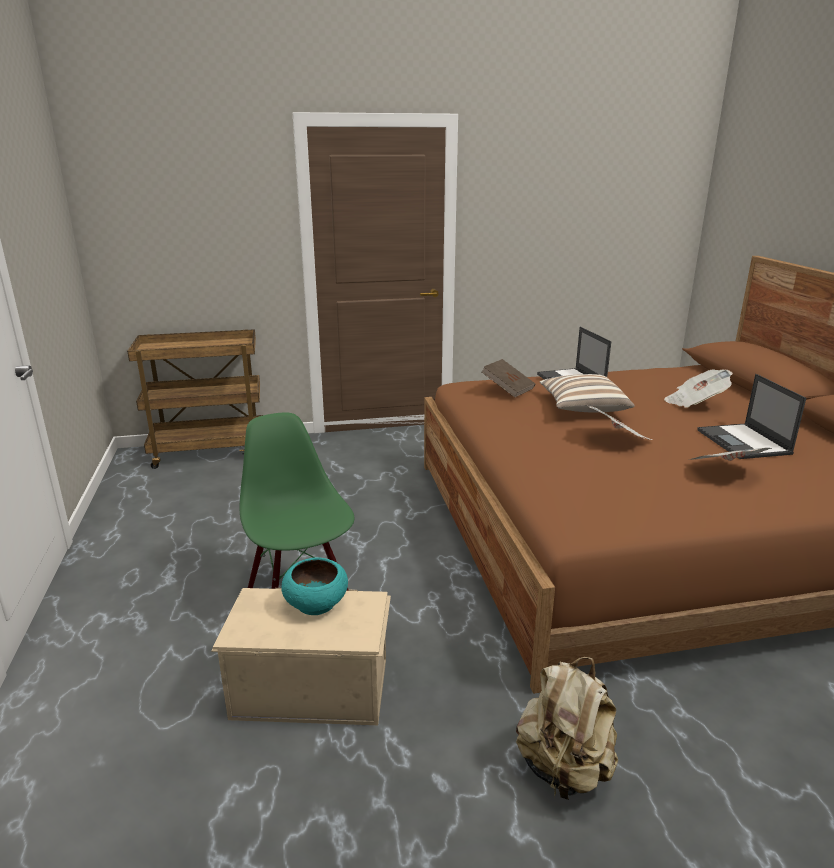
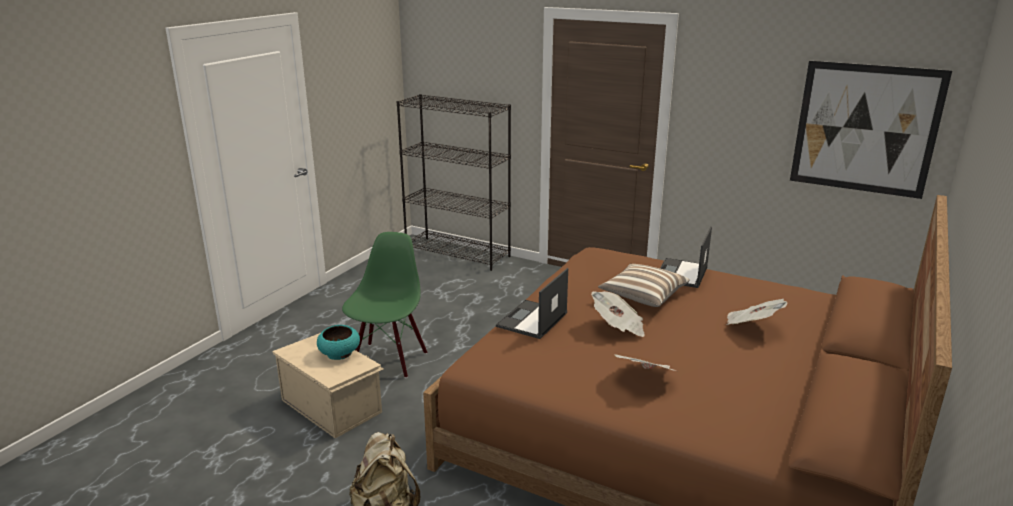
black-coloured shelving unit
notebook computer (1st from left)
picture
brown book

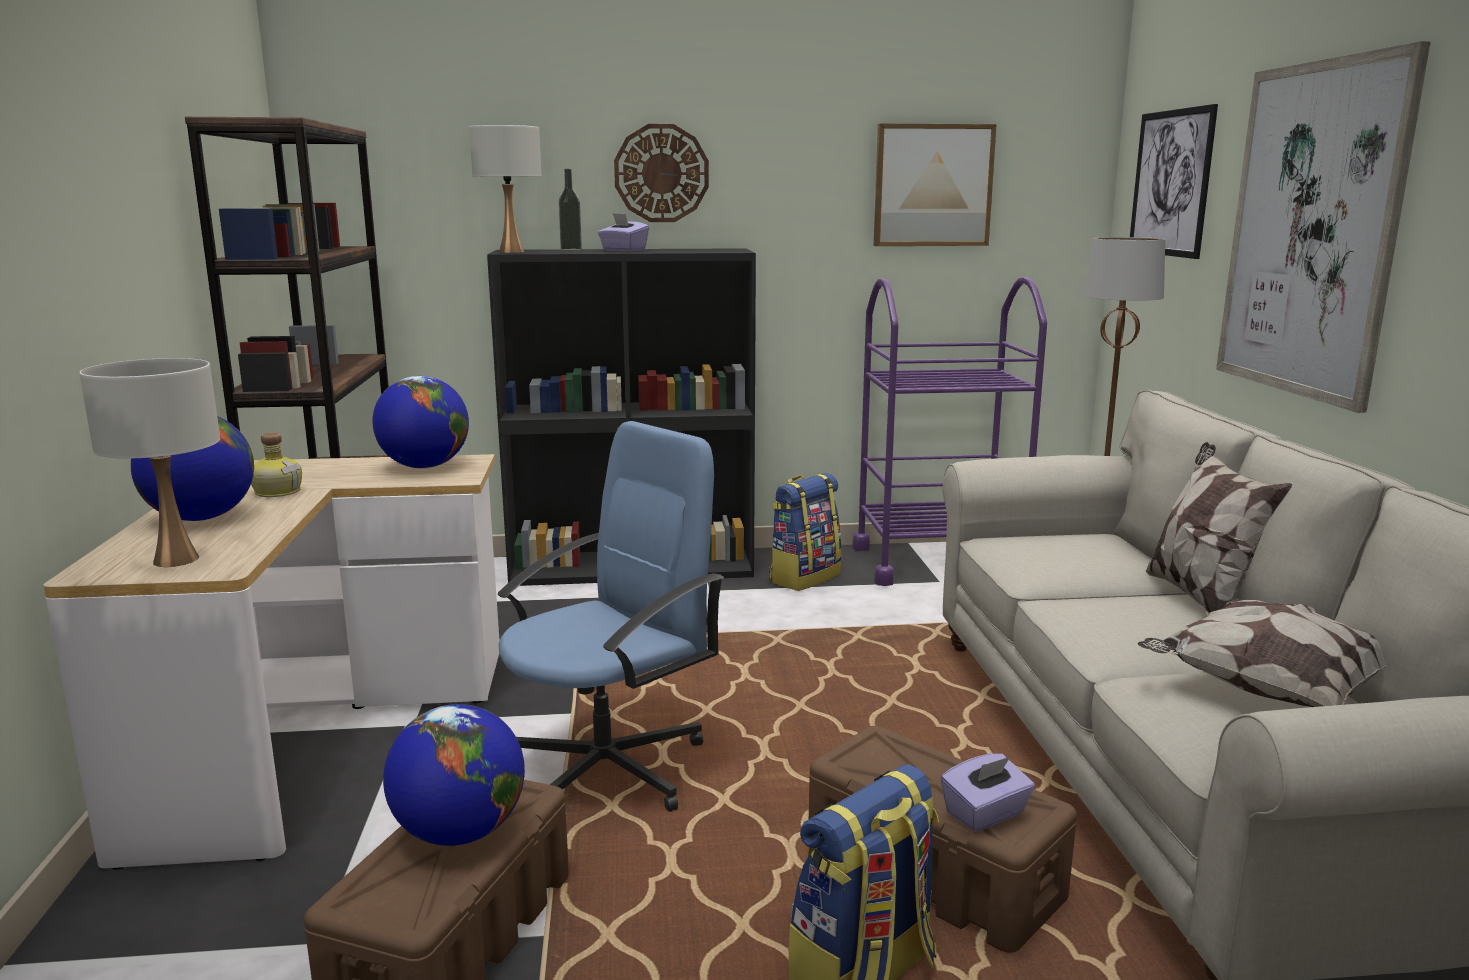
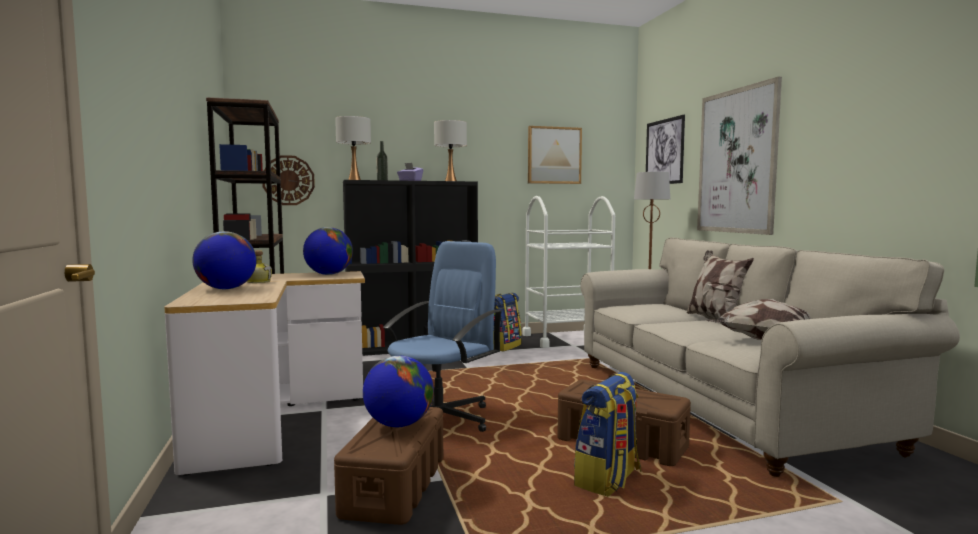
hanging clock
white tabletop lamp (2nd from left)
white cart
purplish tissue holder (2nd from left in the first image)

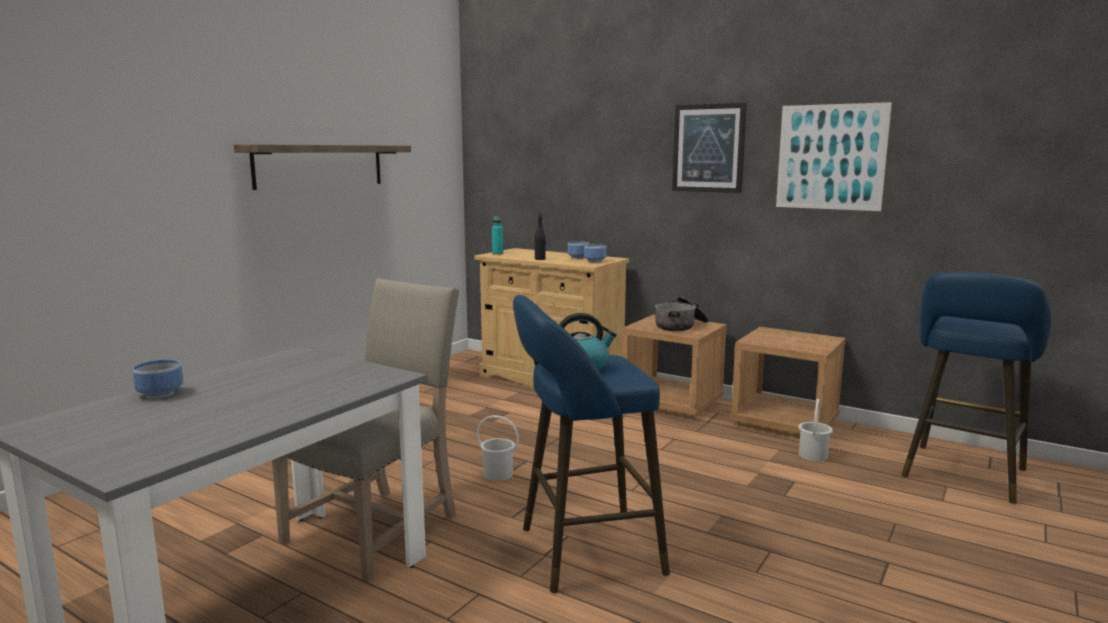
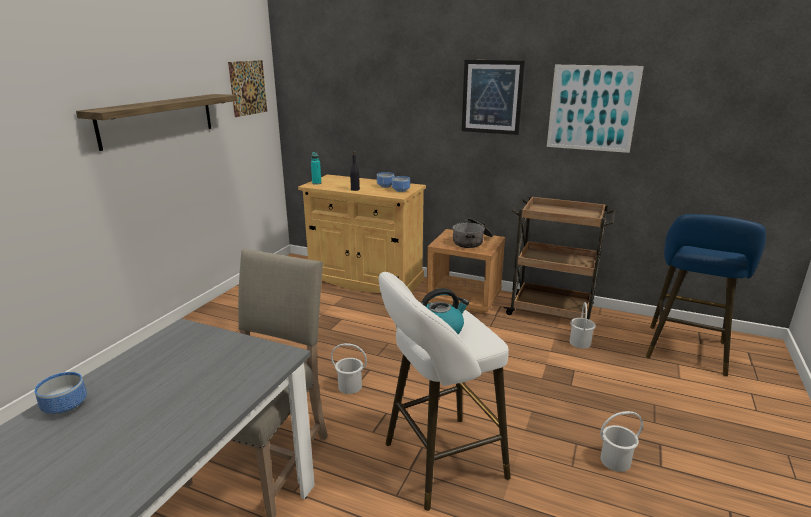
picture (1st from left)
white sitting stool
brown cart
white pail (3rd from left)

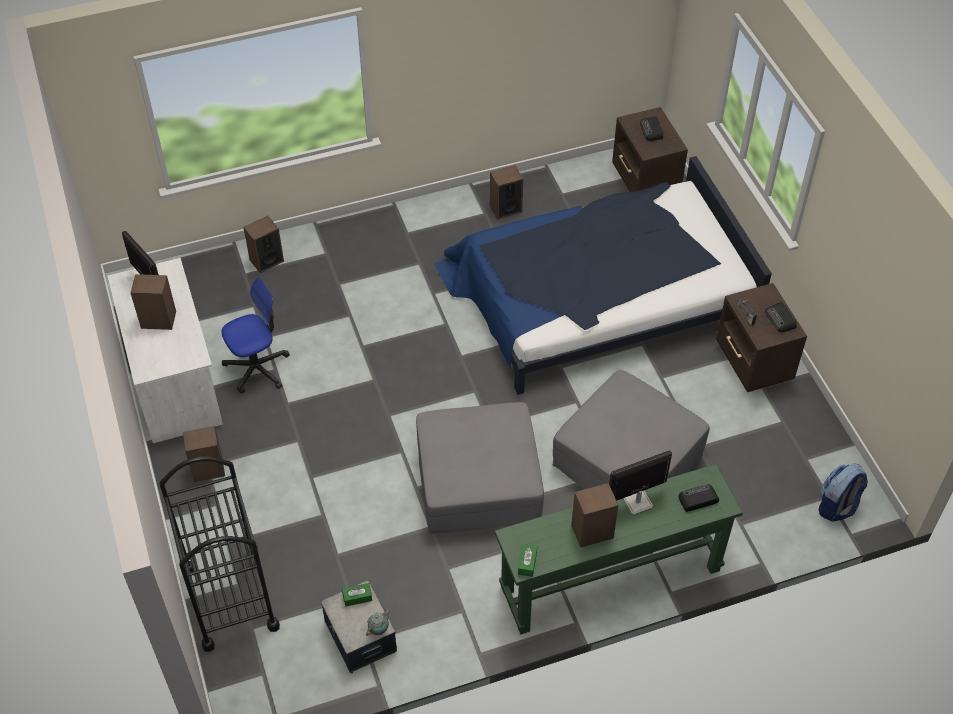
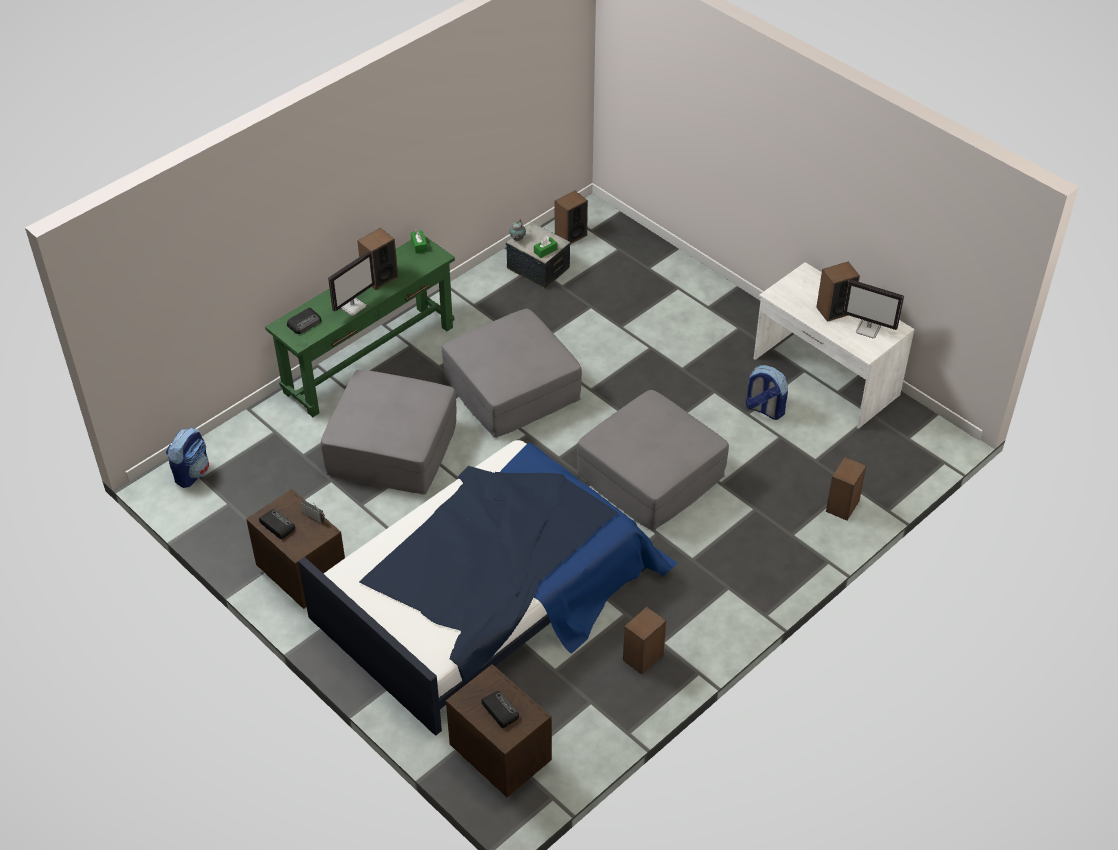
audio speaker (2nd from left)
greyish ottoman (3rd from left)
knapsack (2nd from left)
black-coloured cart

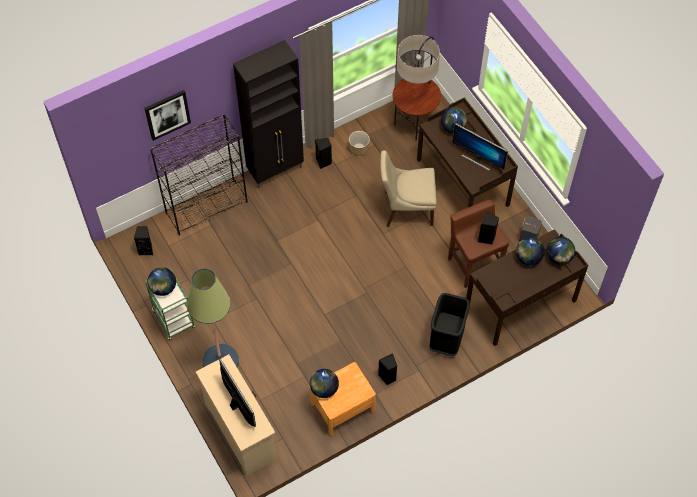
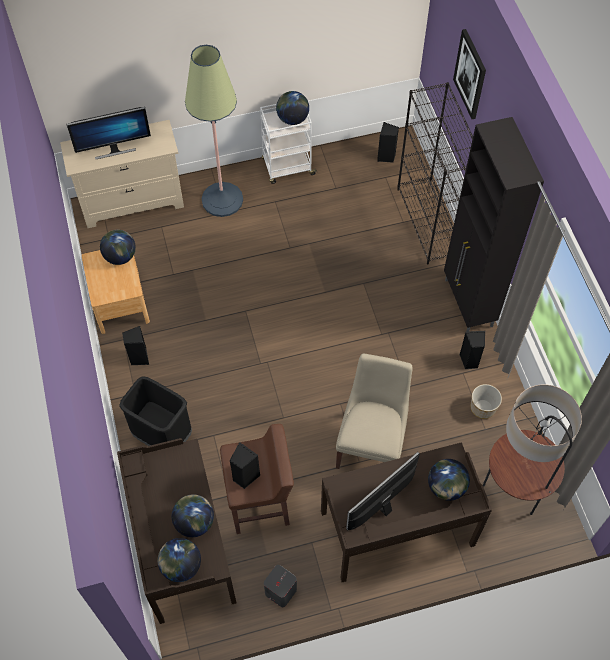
white cart

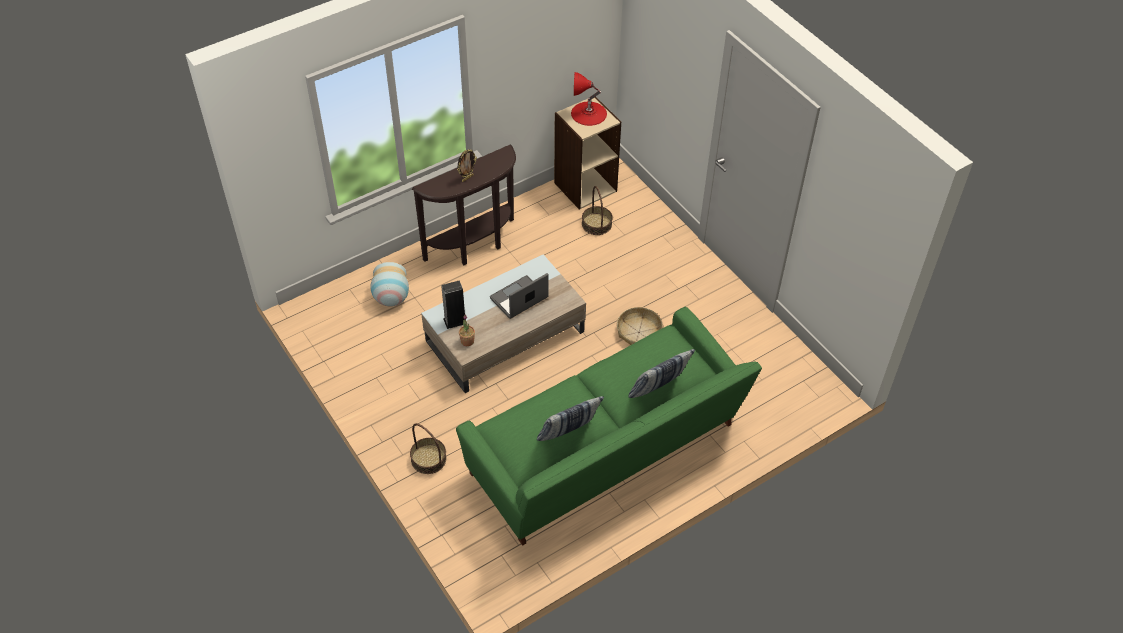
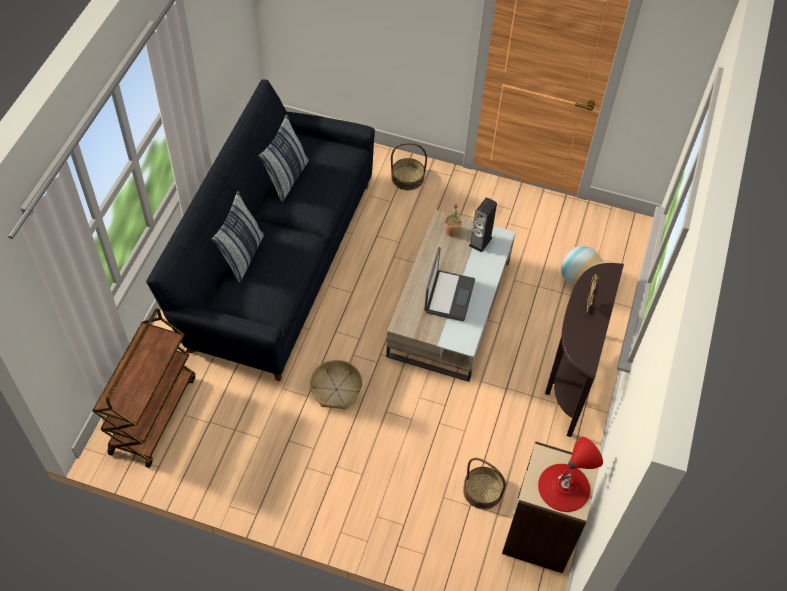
brown cart
black-coloured settee

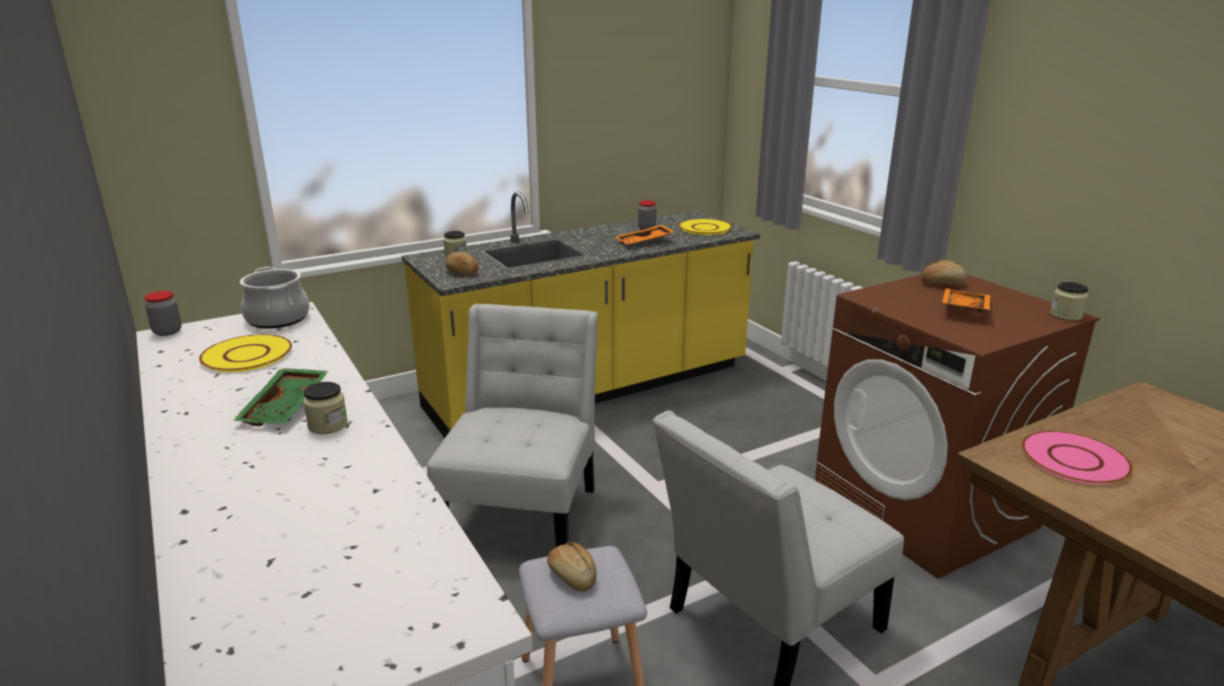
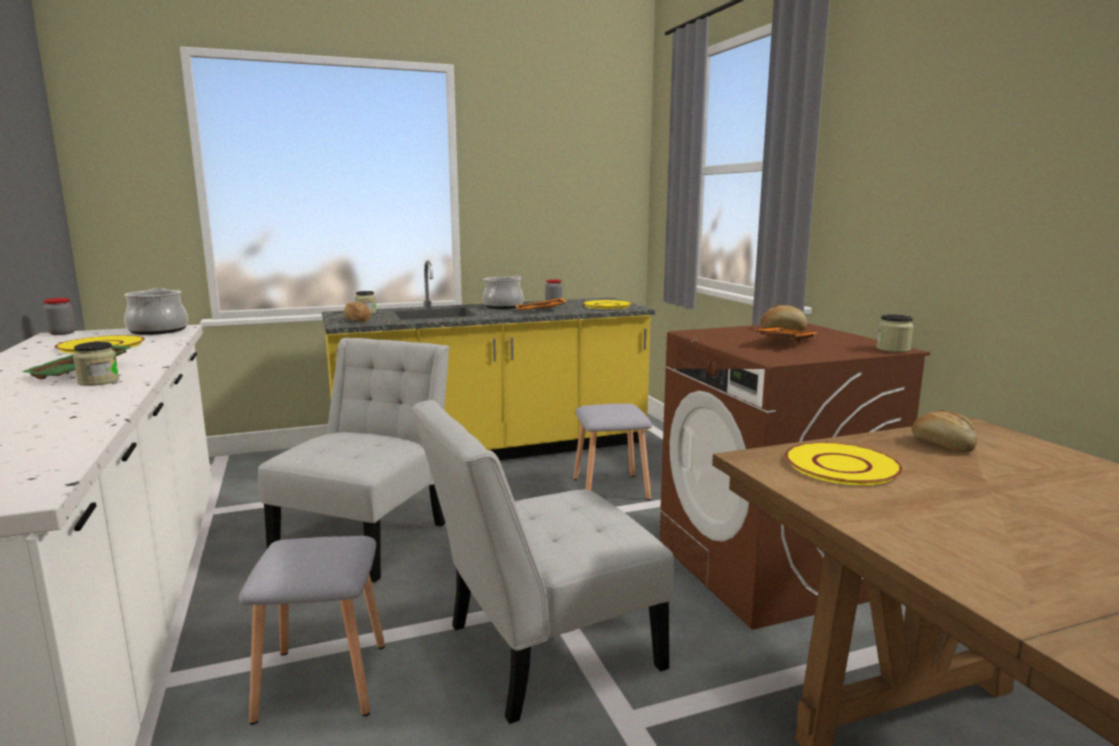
stockpot (2nd from left)
greyish sitting stool (2nd from left)
yellowish flat dish (3rd from left)
bread (3rd from left)

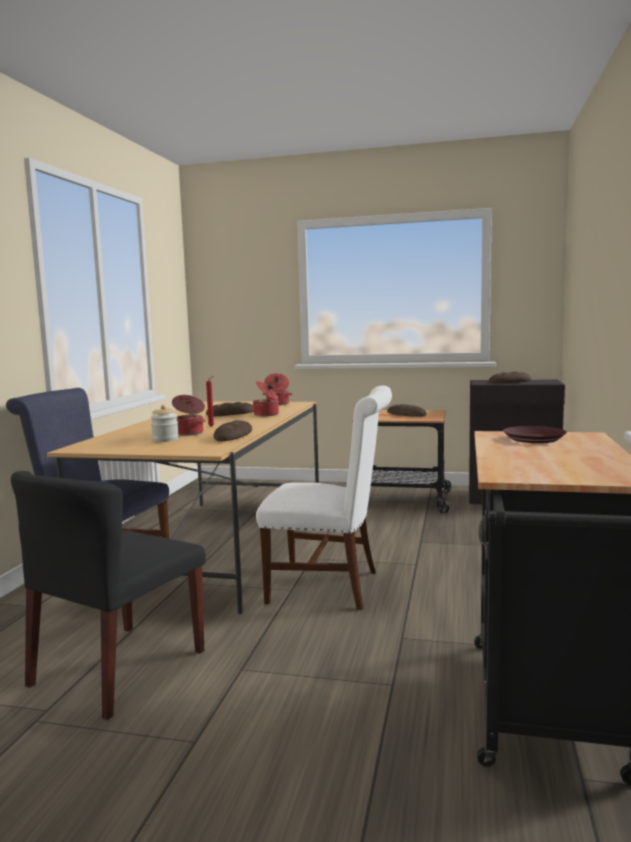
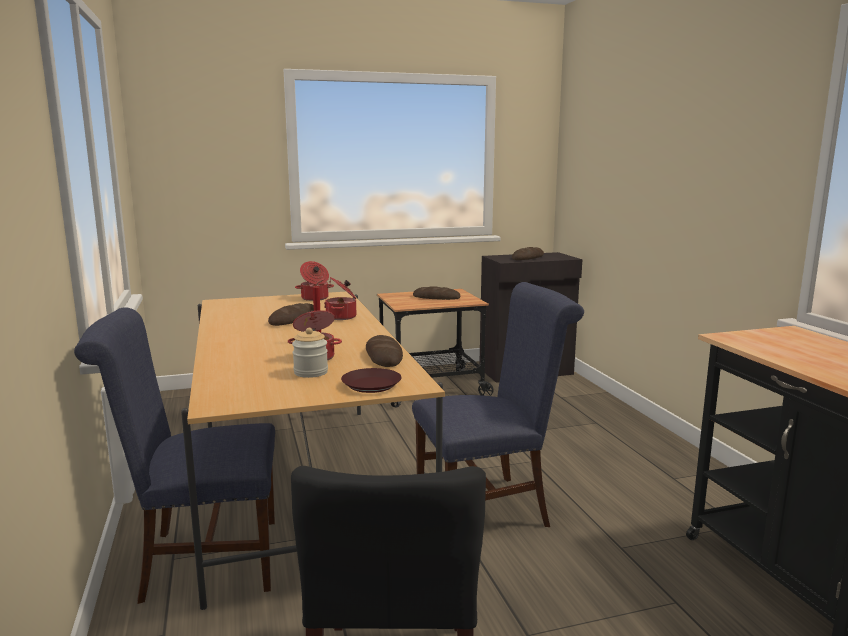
brown flat dish
blue plain chair (2nd from left)

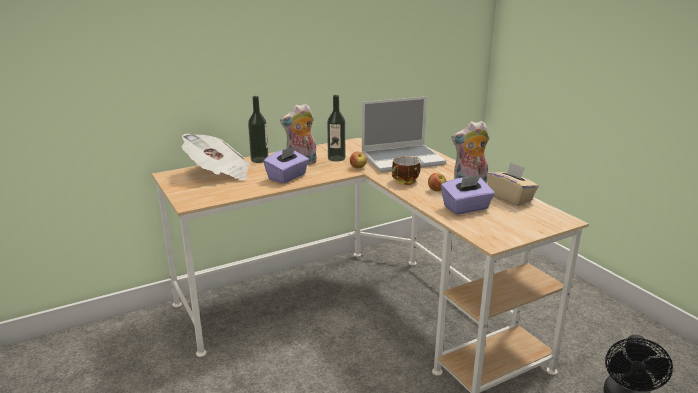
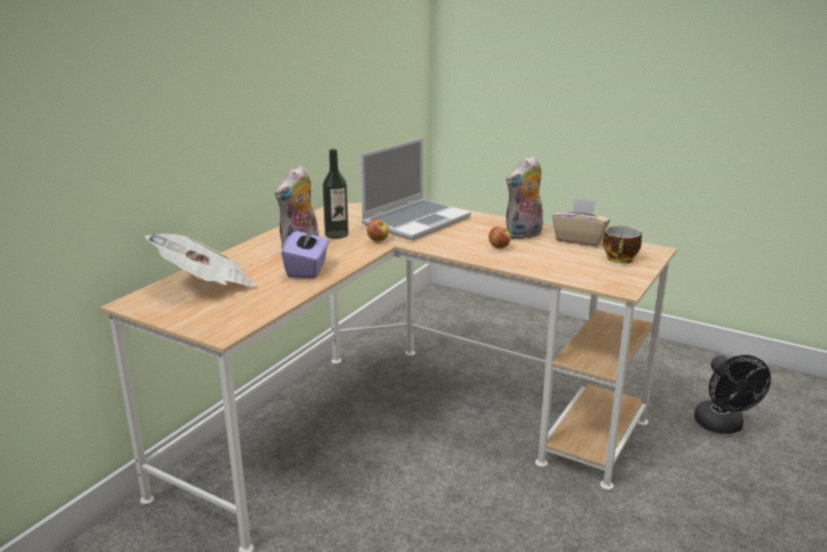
cup
beverage bottle (1st from left in the first image)
purplish tissue holder (2nd from left in the first image)

